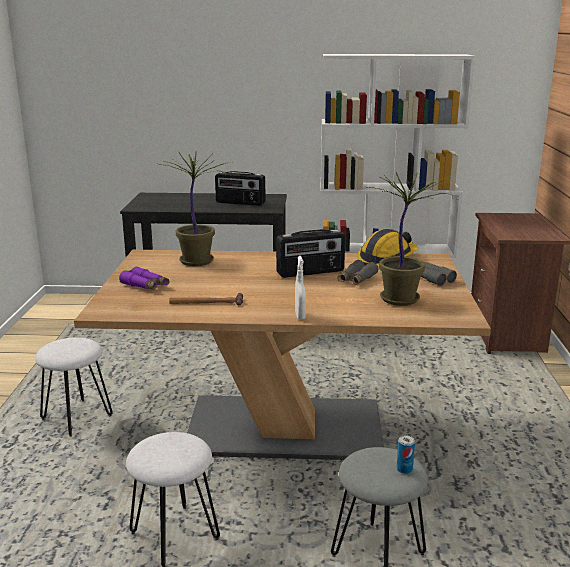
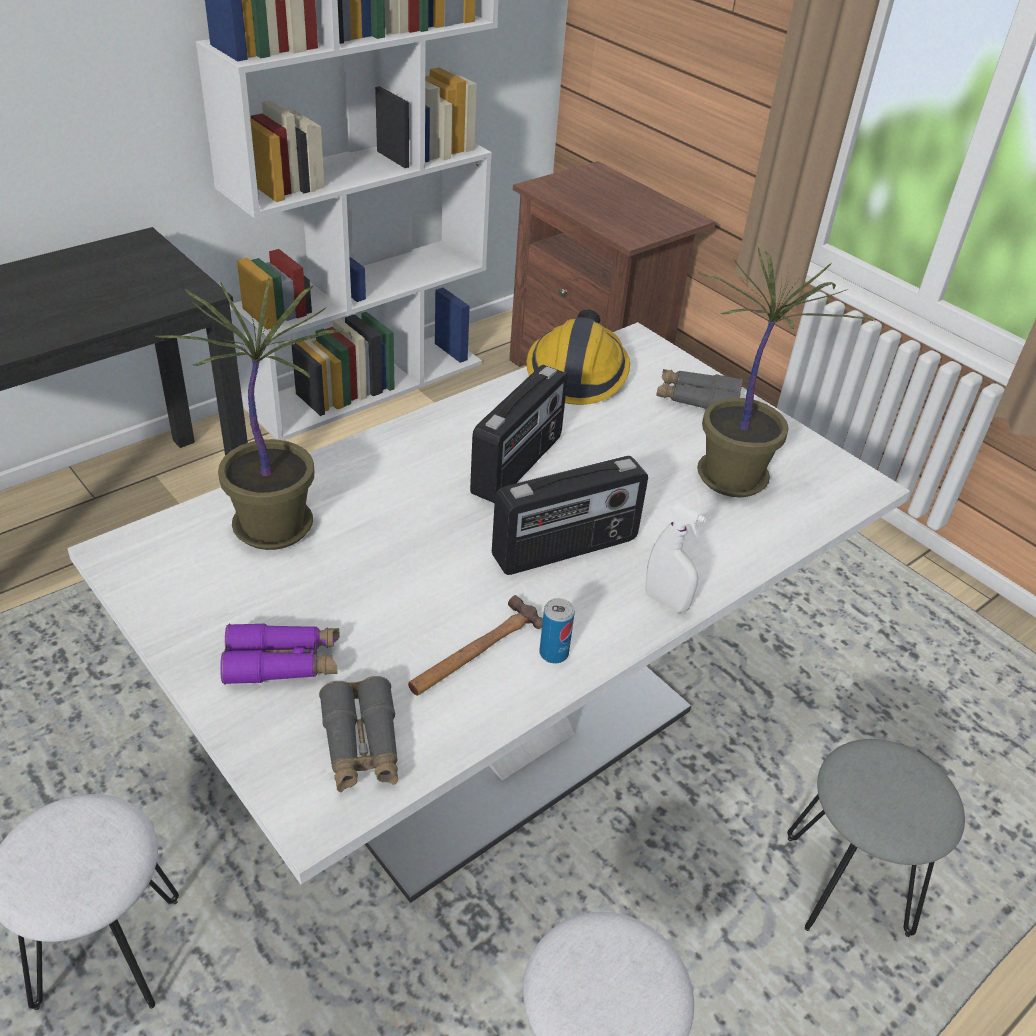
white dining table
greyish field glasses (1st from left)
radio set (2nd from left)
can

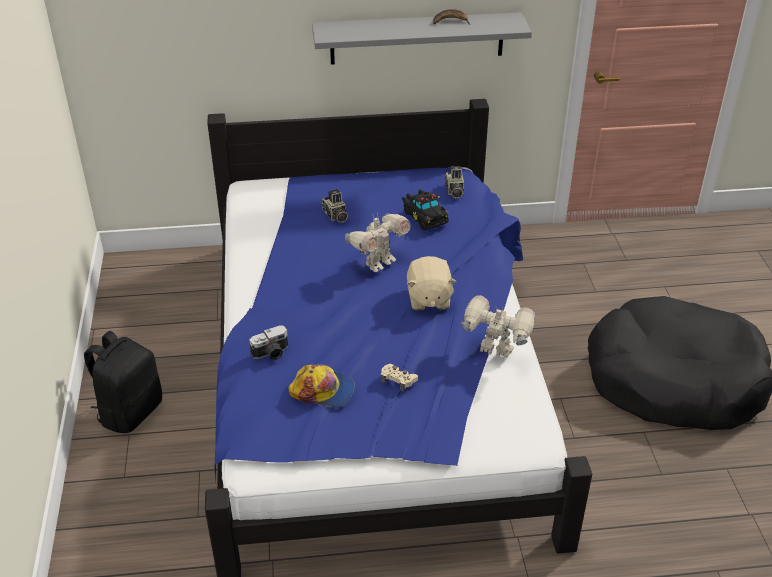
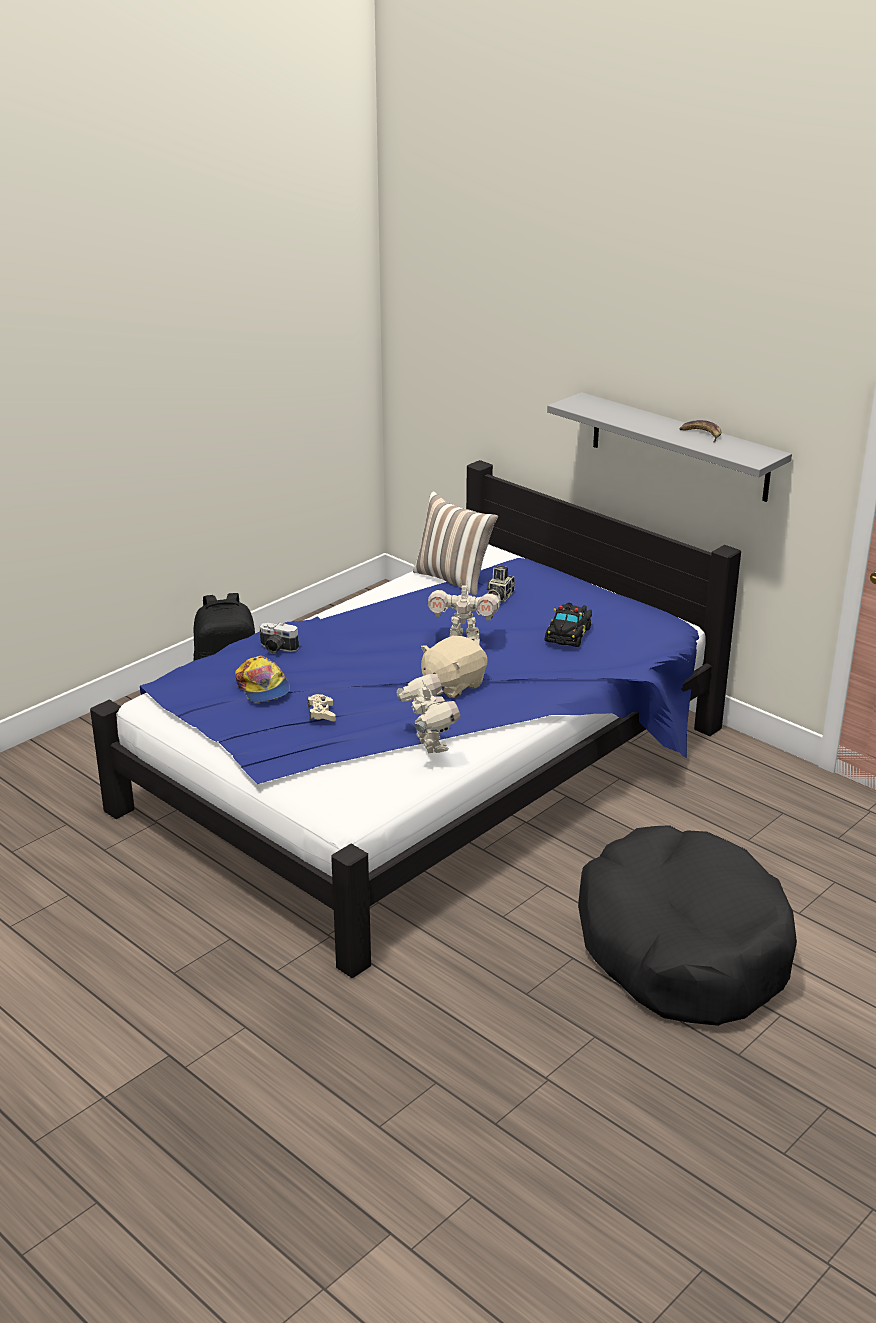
pillow
still camera (3rd from left in the first image)

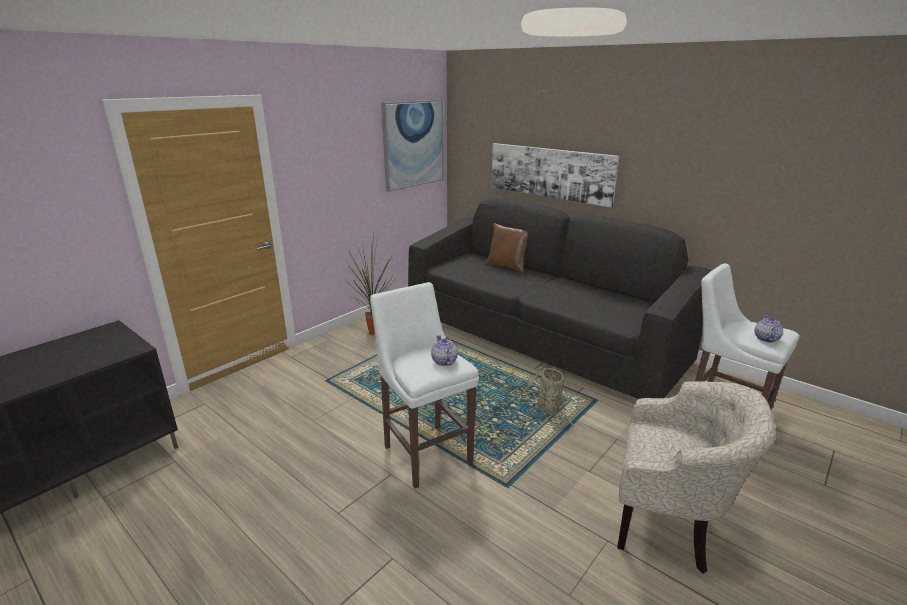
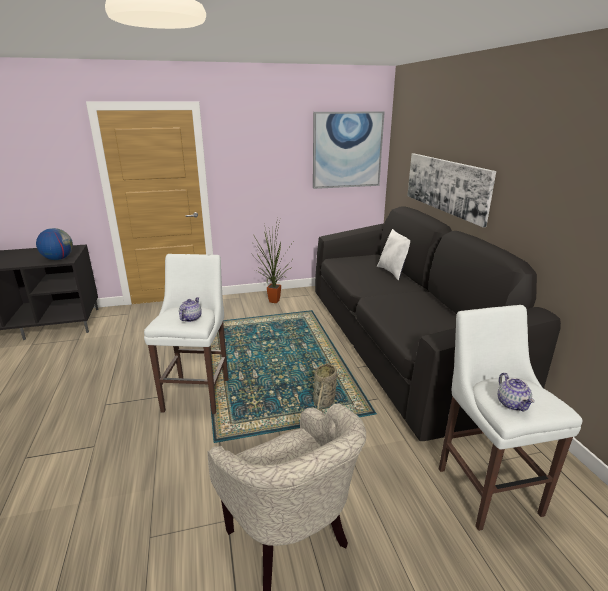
globe
white pillow
pot for tea (2nd from left)

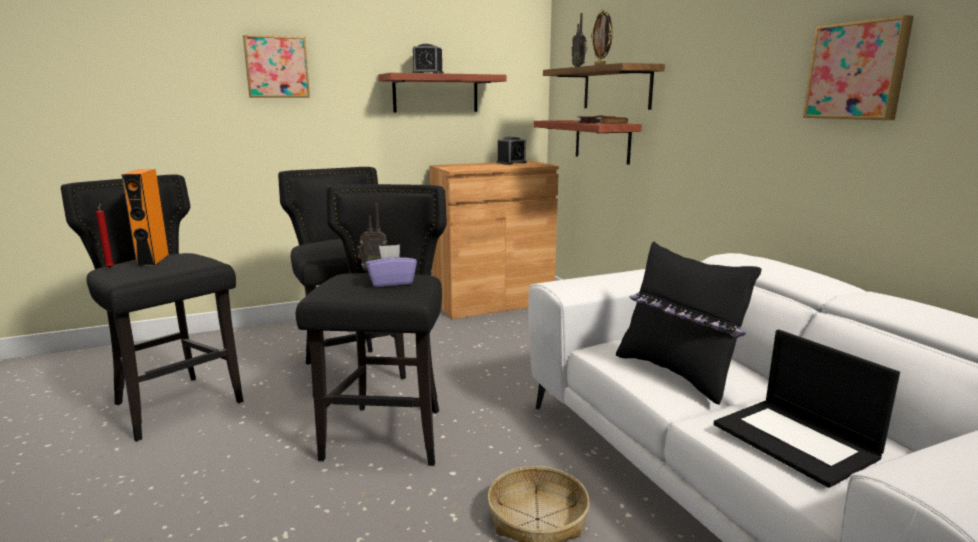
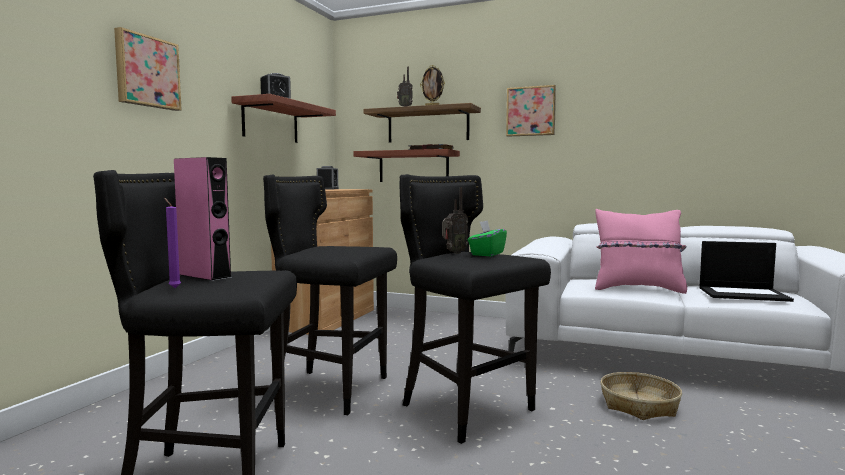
purplish wax light
pink audio speaker
greenish tissue holder
picture (2nd from left)
pink pillow

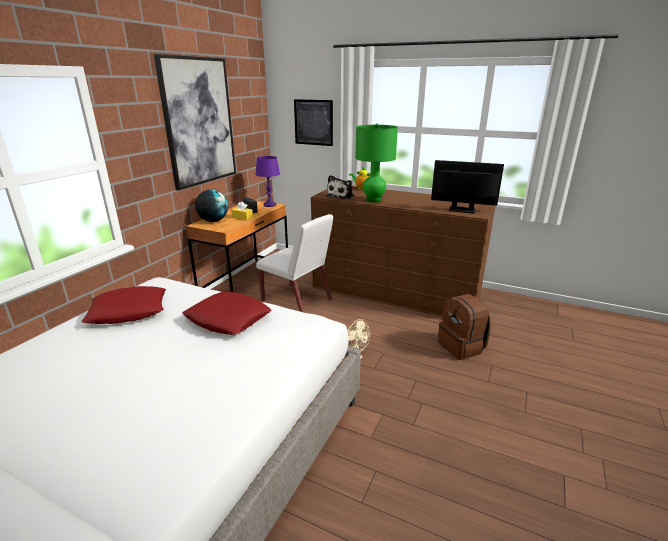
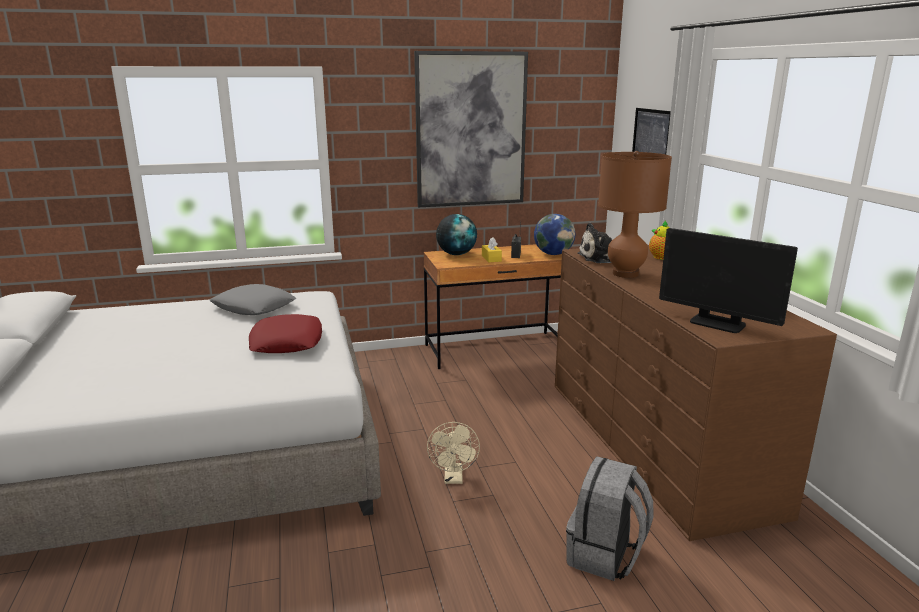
greyish pillow
globe (2nd from left)
greyish knapsack
brown tabletop lamp
computer screen
white plain chair

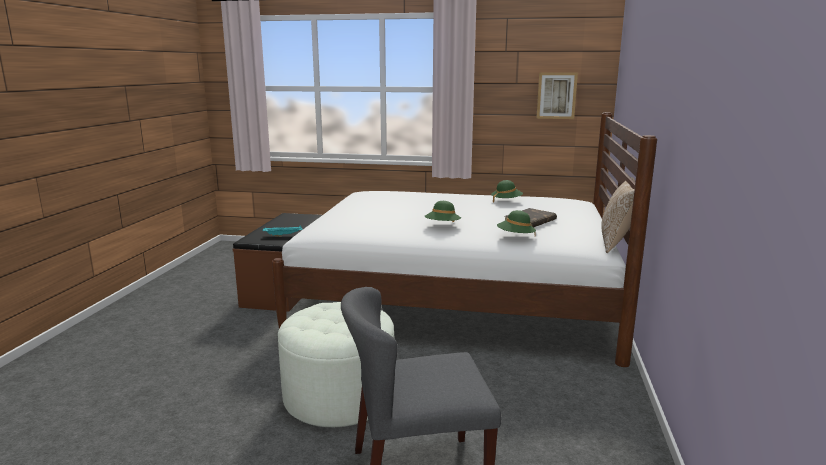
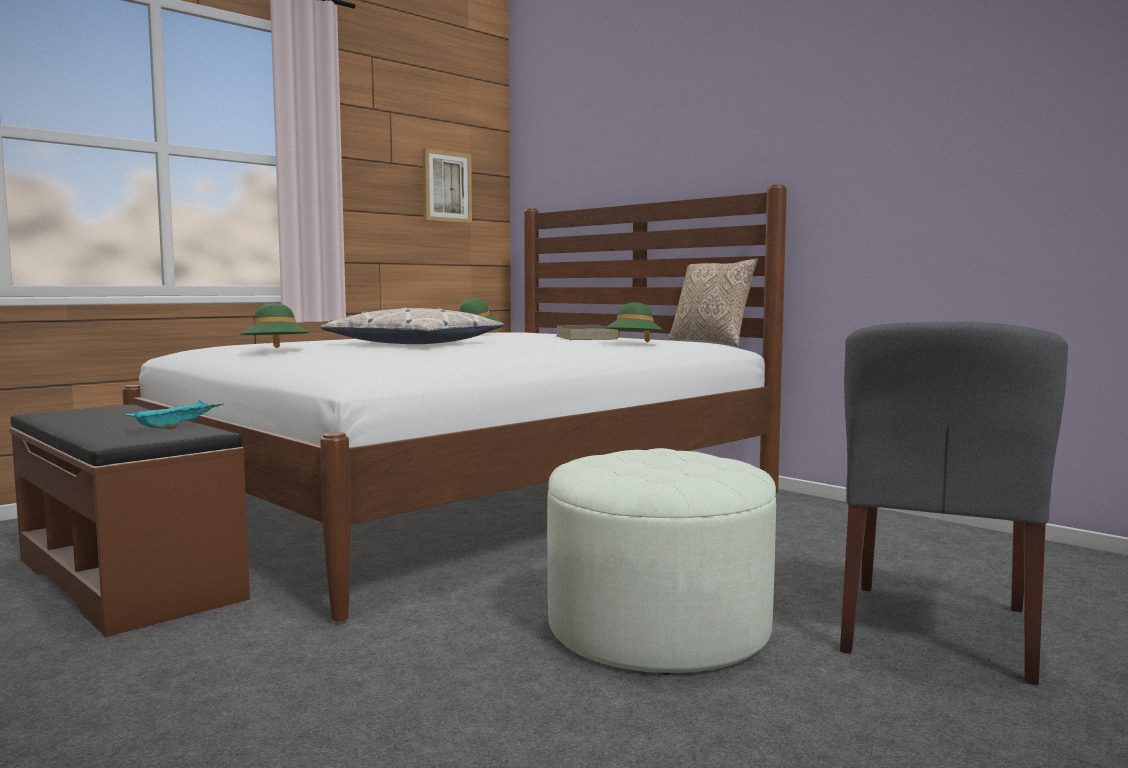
greenish clothing hat (1st from left)
pillow (1st from left)

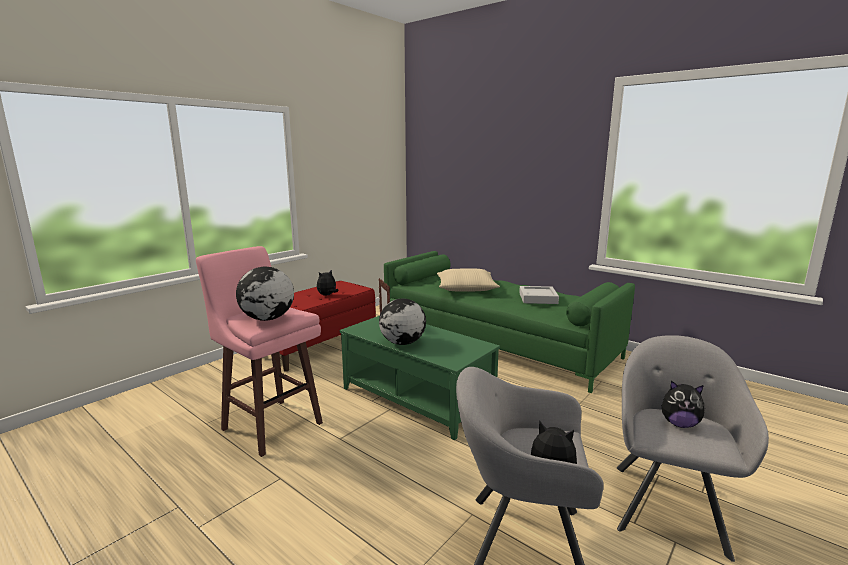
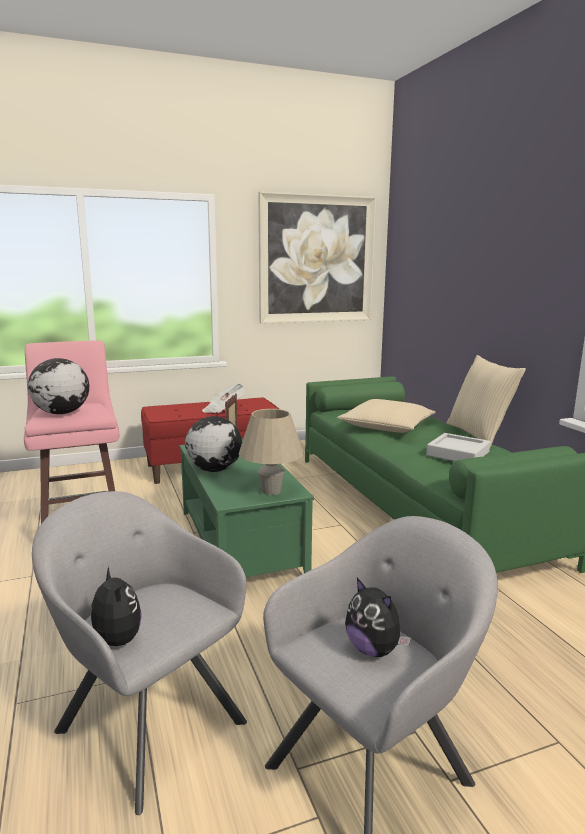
daily paper
sand-coloured tabletop lamp
picture
sand-coloured pillow (2nd from left)

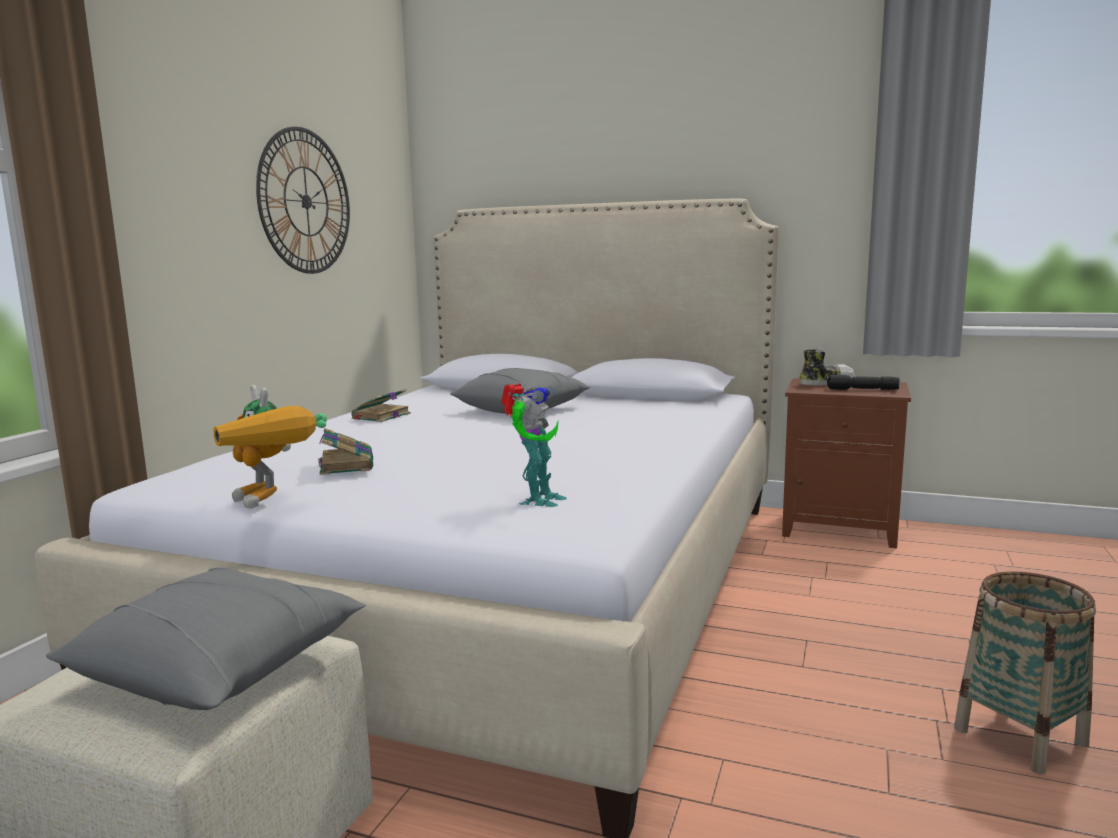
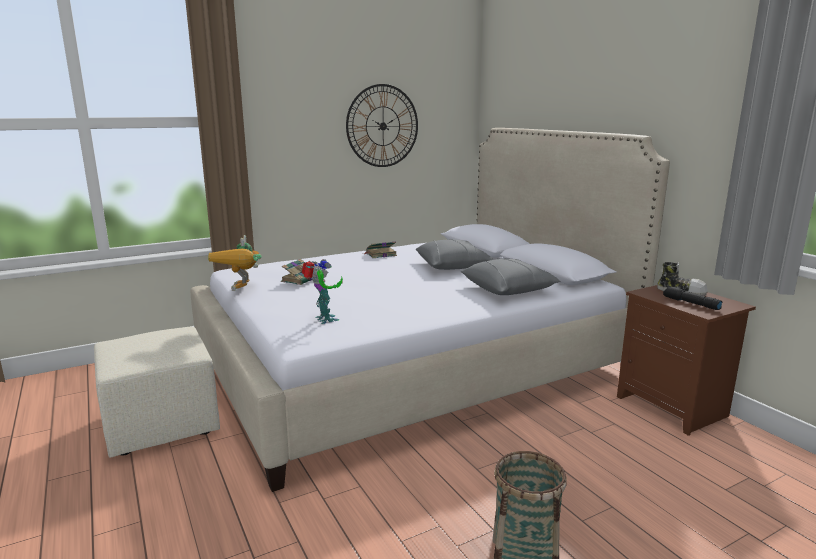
robot figure (2nd from left)
greyish pillow (2nd from left)

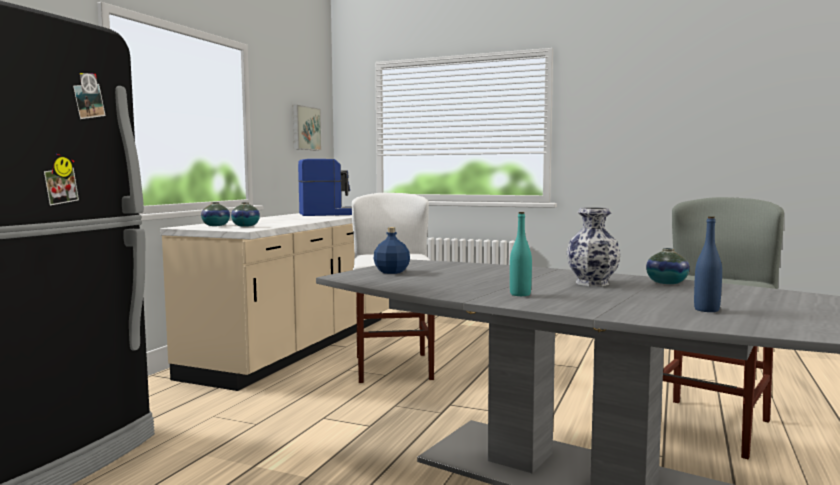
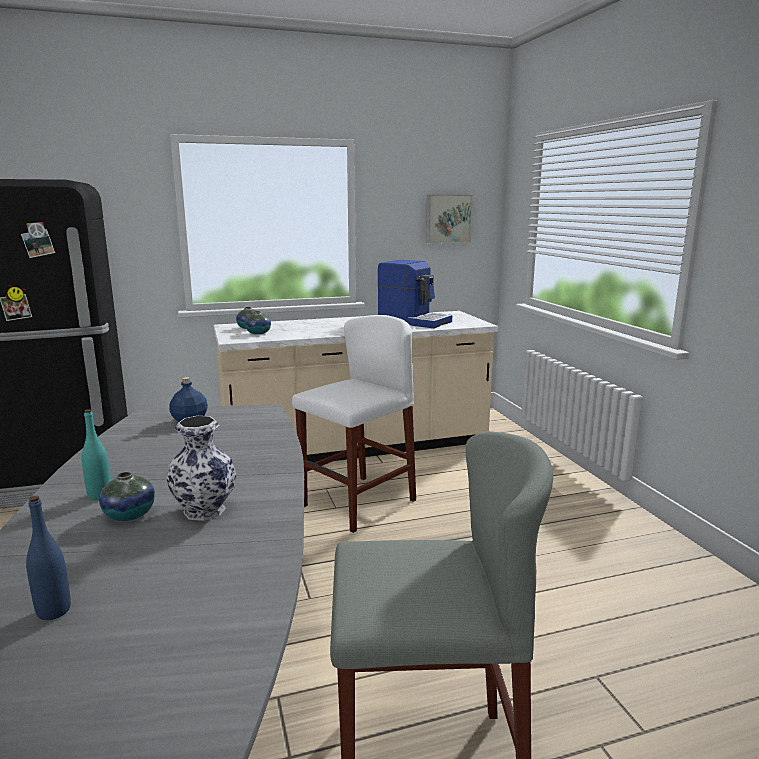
decorative vase (1st from left)

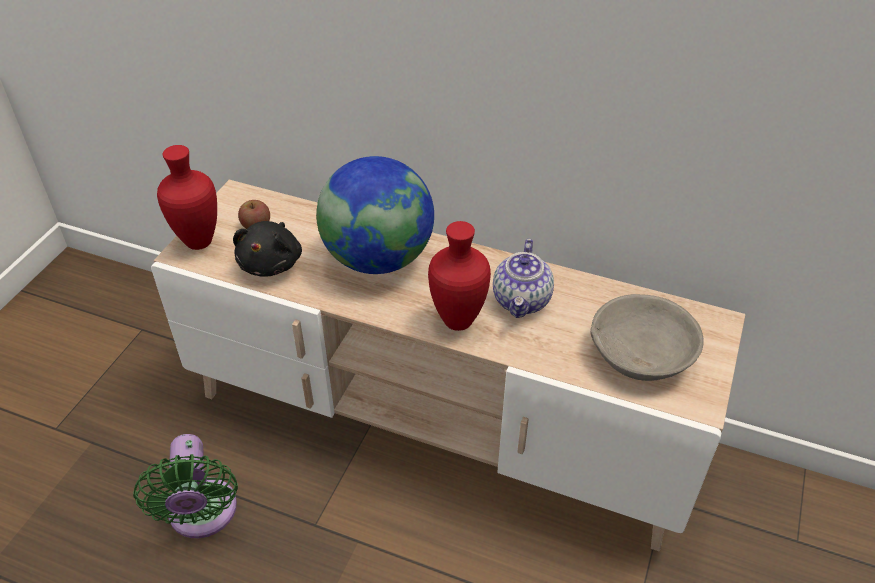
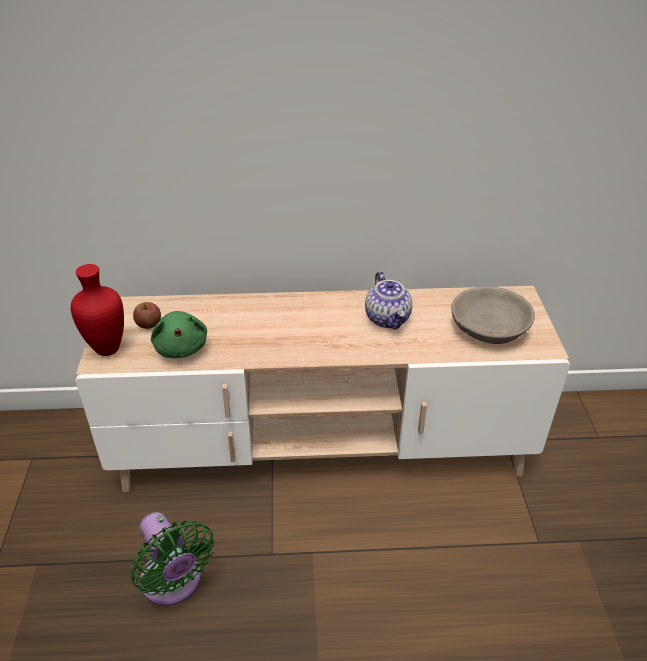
greenish cuddly toy
globe
reddish decorative vase (2nd from left in the first image)

